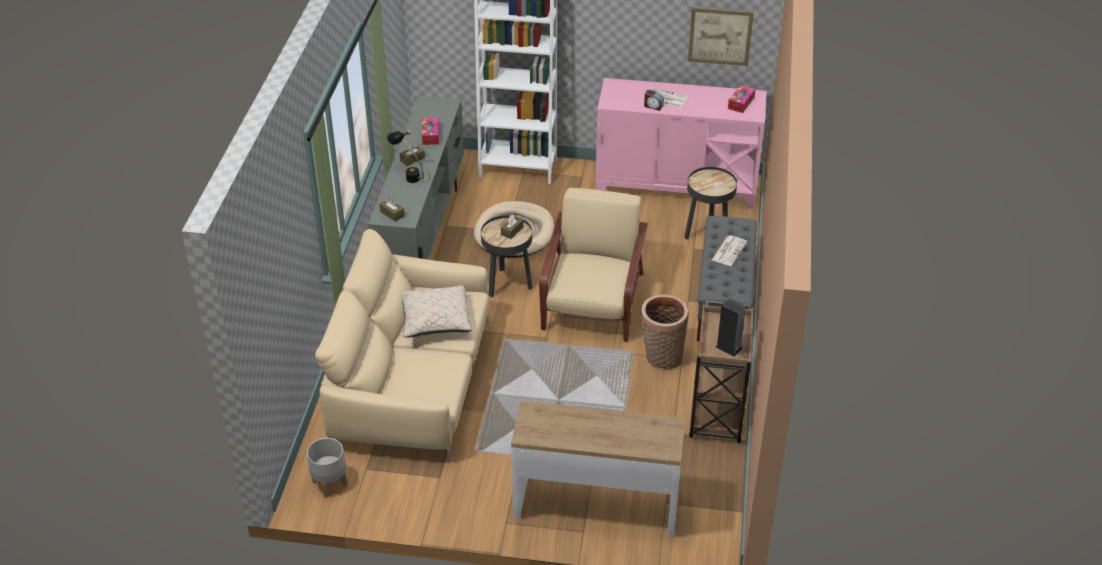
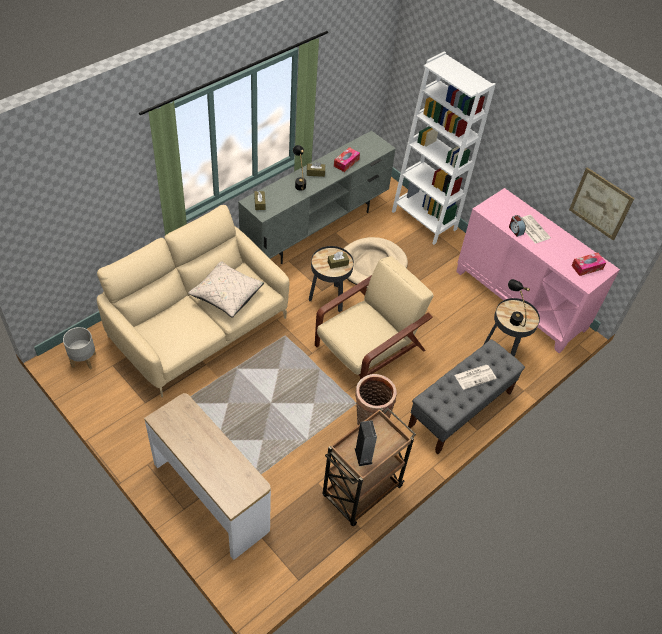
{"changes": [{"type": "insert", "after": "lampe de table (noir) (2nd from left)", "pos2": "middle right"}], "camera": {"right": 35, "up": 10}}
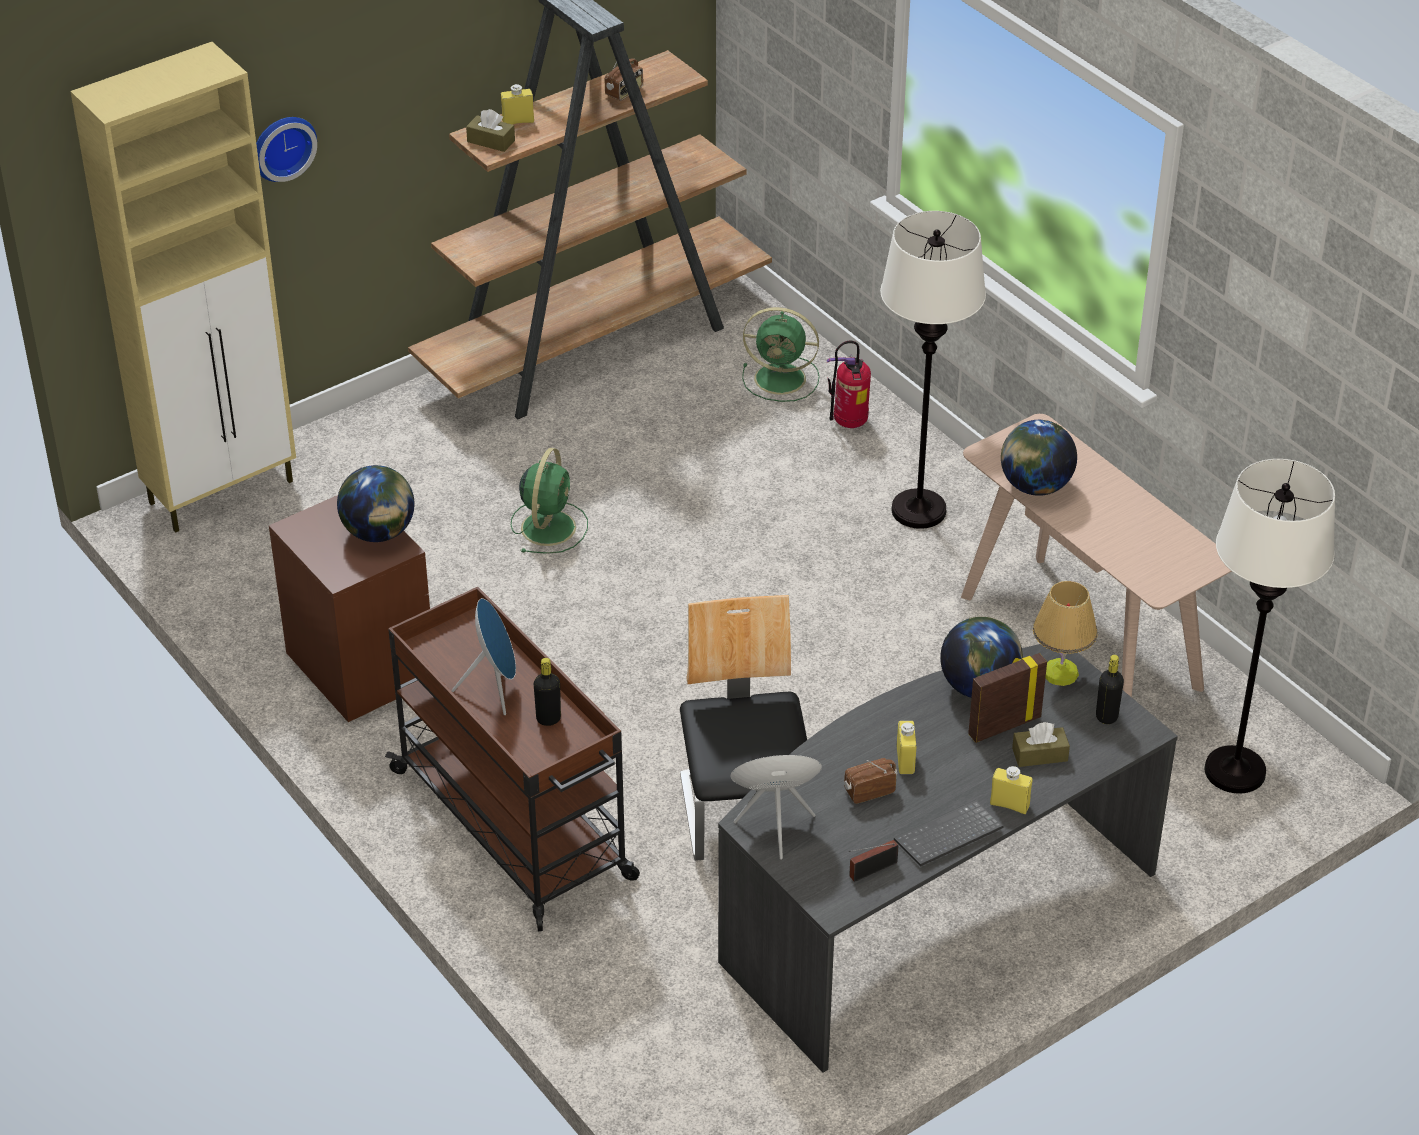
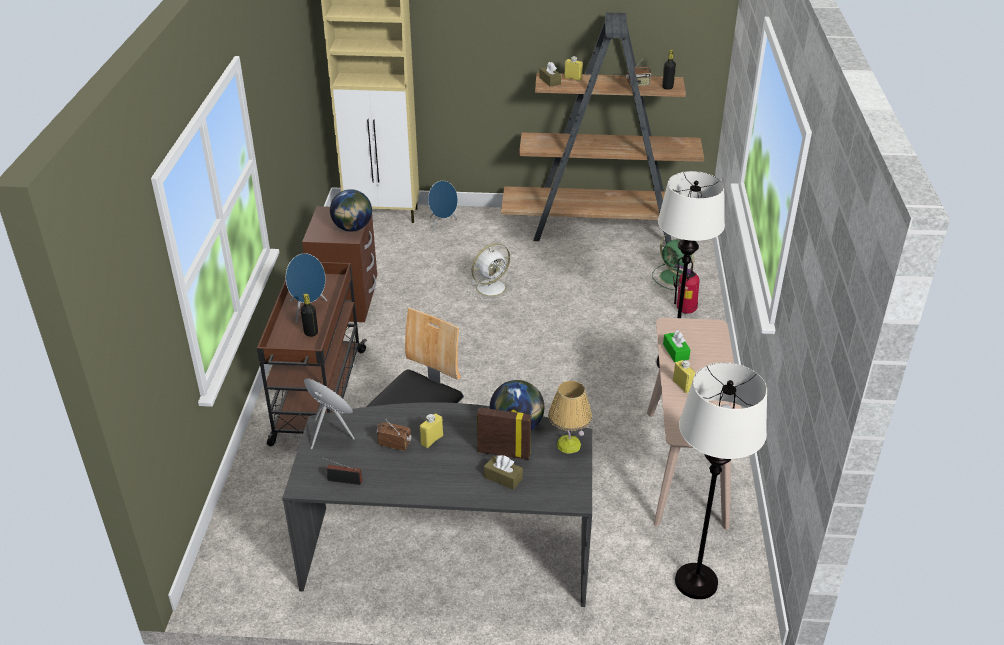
{"changes": [{"type": "delete", "before": "horloge murale", "pos1": "top left"}, {"type": "delete", "before": "clavier", "pos1": "bottom right"}, {"type": "insert", "after": "enceinte (bleu) (3rd from left)", "pos2": "top centre"}, {"type": "move", "before": "bouteille (jaune) (3rd from left)", "pos1": "bottom right", "pos2": "middle right"}, {"type": "move", "before": "bouteille (noir) (2nd from left)", "pos1": "middle right", "pos2": "top centre"}, {"type": "replace", "before": "globe (3rd from left)", "after": "boîte à mouchoirs (vert)", "pos1": "middle right", "pos2": "middle right"}, {"type": "recolor", "before": "ventilateur (vert) (1st from left)", "after": "ventilateur (blanc)", "pos1": "centre", "pos2": "centre"}], "camera": {"right": 40, "up": -5}}
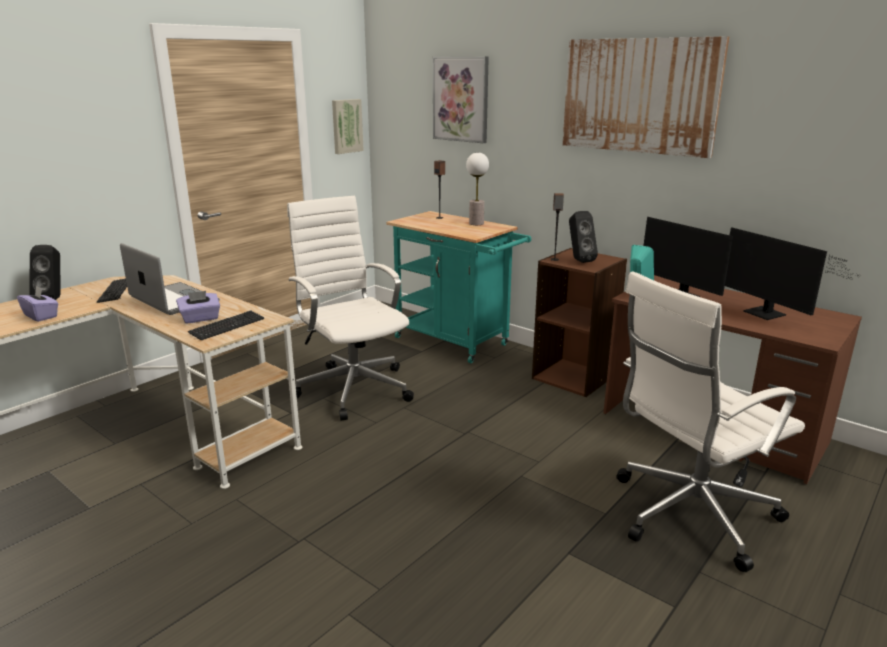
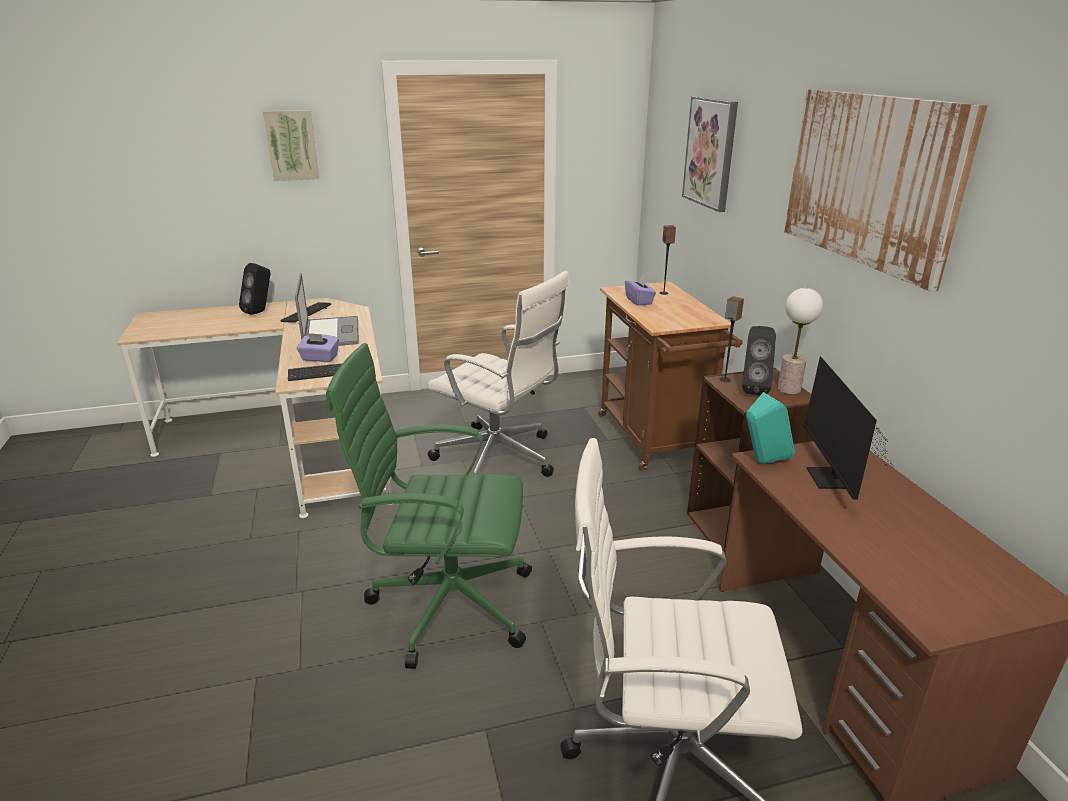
{"changes": [{"type": "delete", "before": "écran d'ordinateur (2nd from left)", "pos1": "middle right"}, {"type": "insert", "after": "chaise de bureau (vert)", "pos2": "centre"}, {"type": "move", "before": "boîte à mouchoirs (violet) (1st from left in the first image)", "after": "boîte à mouchoirs (violet) (2nd from left)", "pos1": "middle left", "pos2": "centre"}, {"type": "move", "before": "tableau (1st from left)", "pos1": "top centre", "pos2": "top left"}, {"type": "move", "before": "lampe de table", "pos1": "top centre", "pos2": "middle right"}, {"type": "recolor", "before": "chariot (turquoise)", "after": "chariot (marron)", "pos1": "centre", "pos2": "centre"}, {"type": "rotate", "before": "chaise de bureau (blanc) (1st from left)", "pos1": "centre", "pos2": "centre", "turn": 120}], "camera": {"right": 35, "up": 5}}
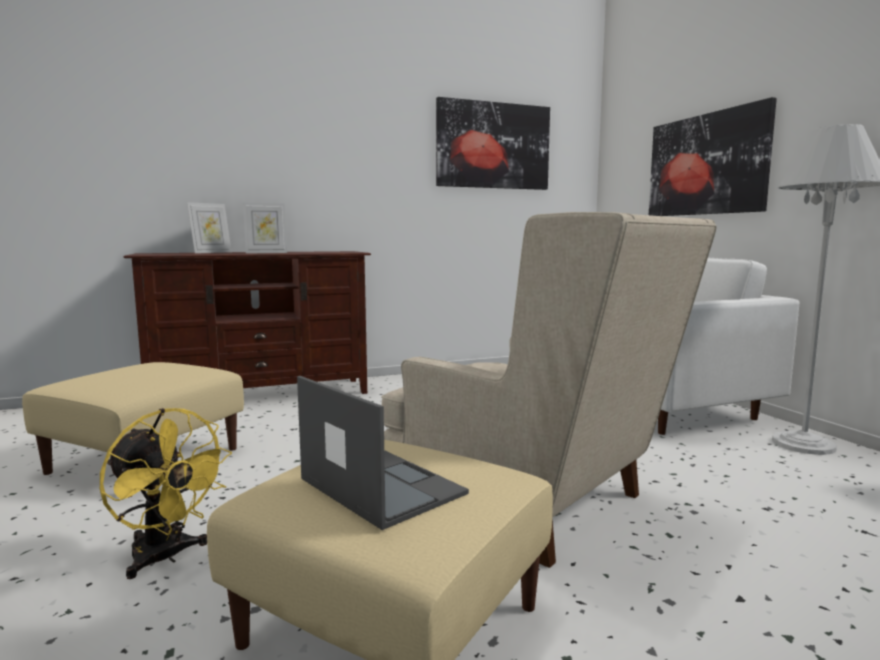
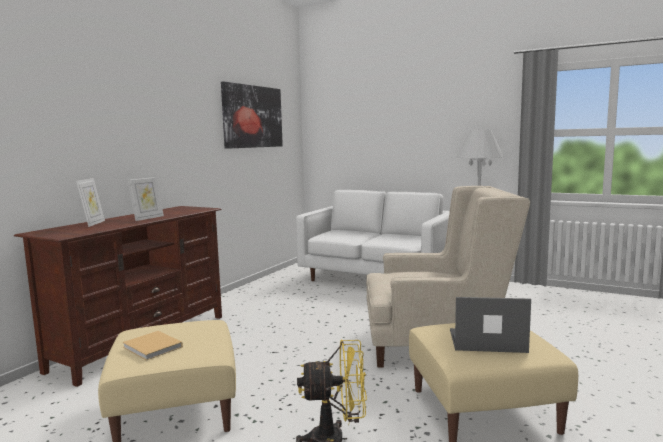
{"changes": [{"type": "delete", "before": "tableau (2nd from left)", "pos1": "top right"}, {"type": "insert", "after": "livre (beige)", "pos2": "bottom left"}], "camera": {"right": -40, "up": 0}}
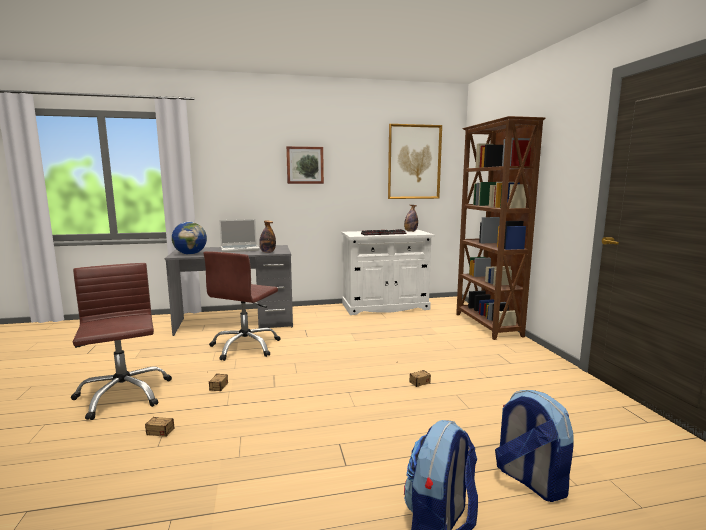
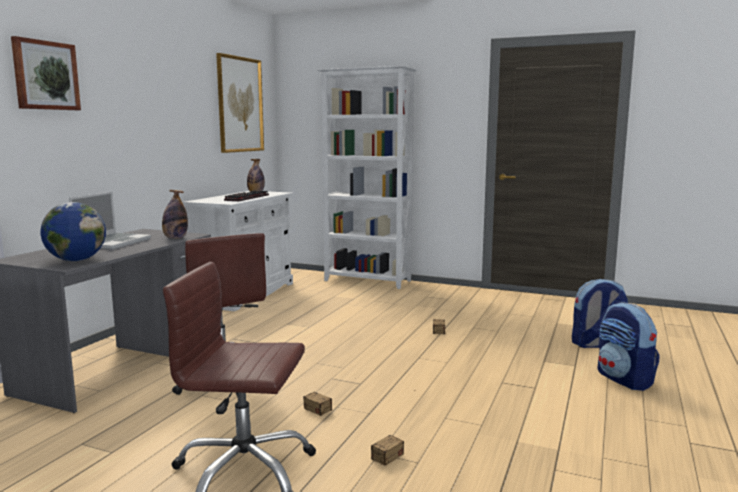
{"changes": [{"type": "move", "before": "tableau (1st from left)", "pos1": "top centre", "pos2": "top left"}, {"type": "recolor", "before": "bibliothèque (marron)", "after": "bibliothèque (blanc)", "pos1": "middle right", "pos2": "centre"}], "camera": {"right": -55, "up": 0}}
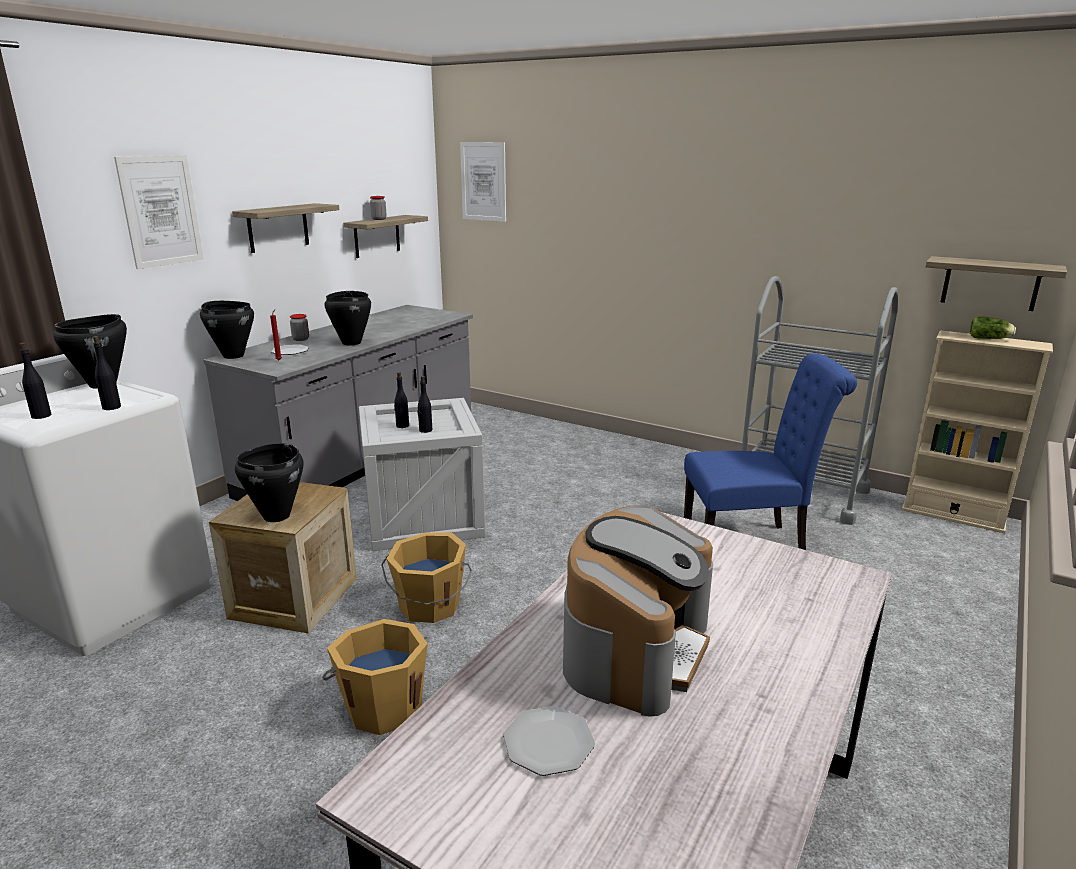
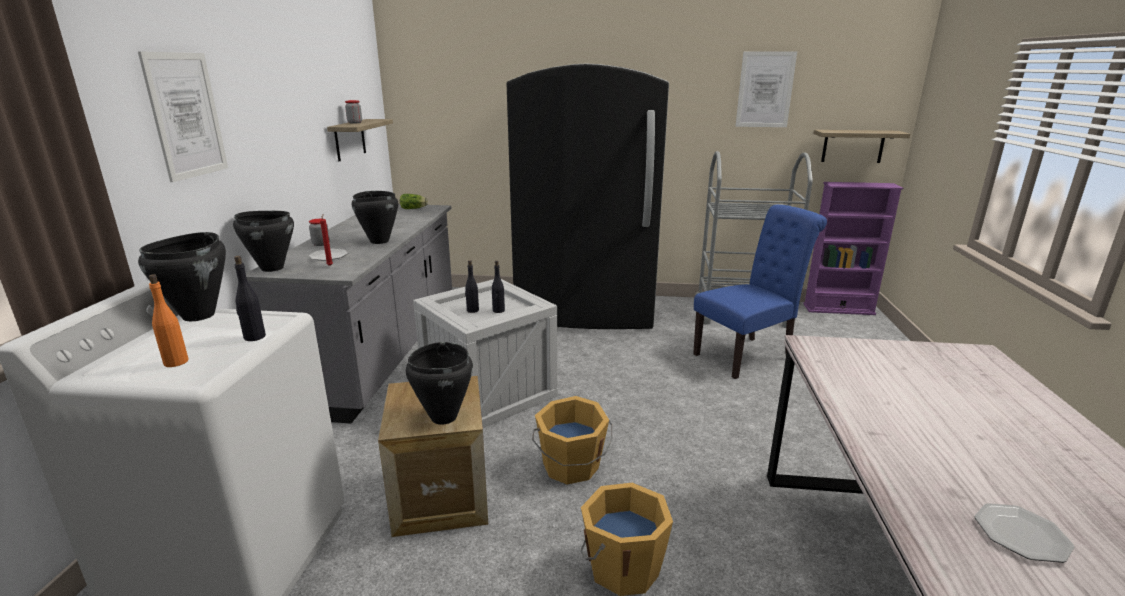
{"changes": [{"type": "delete", "before": "étagère (1st from left)", "pos1": "top left"}, {"type": "delete", "before": "machine à café", "pos1": "bottom centre"}, {"type": "insert", "after": "réfrigérateur (noir)", "pos2": "top centre"}, {"type": "move", "before": "tableau (2nd from left)", "pos1": "top centre", "pos2": "top right"}, {"type": "move", "before": "laitue", "pos1": "middle right", "pos2": "centre"}, {"type": "recolor", "before": "bouteille (noir) (1st from left)", "after": "bouteille (orange)", "pos1": "middle left", "pos2": "middle left"}, {"type": "recolor", "before": "bibliothèque (beige)", "after": "bibliothèque (violet)", "pos1": "middle right", "pos2": "middle right"}], "camera": {"right": -25, "up": 0}}
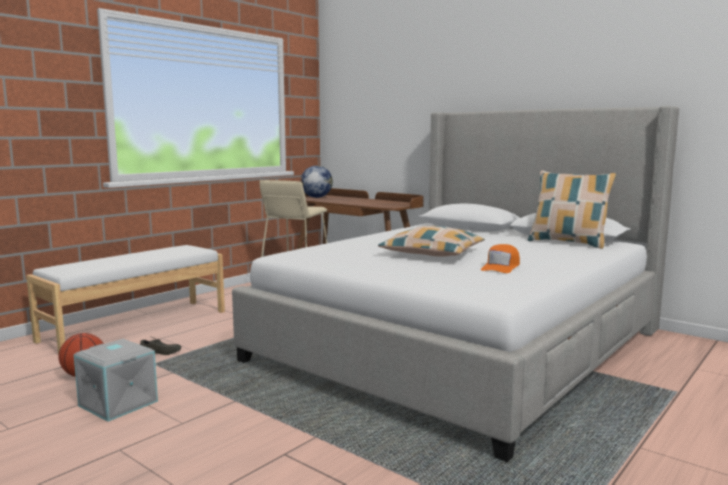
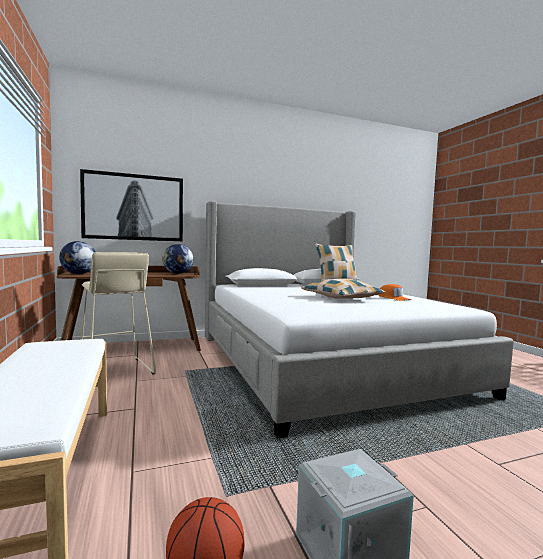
{"changes": [{"type": "delete", "before": "chaussure (gris)", "pos1": "bottom left"}, {"type": "insert", "after": "tableau", "pos2": "middle left"}, {"type": "insert", "after": "globe (2nd from left)", "pos2": "middle left"}], "camera": {"right": -60, "up": -5}}
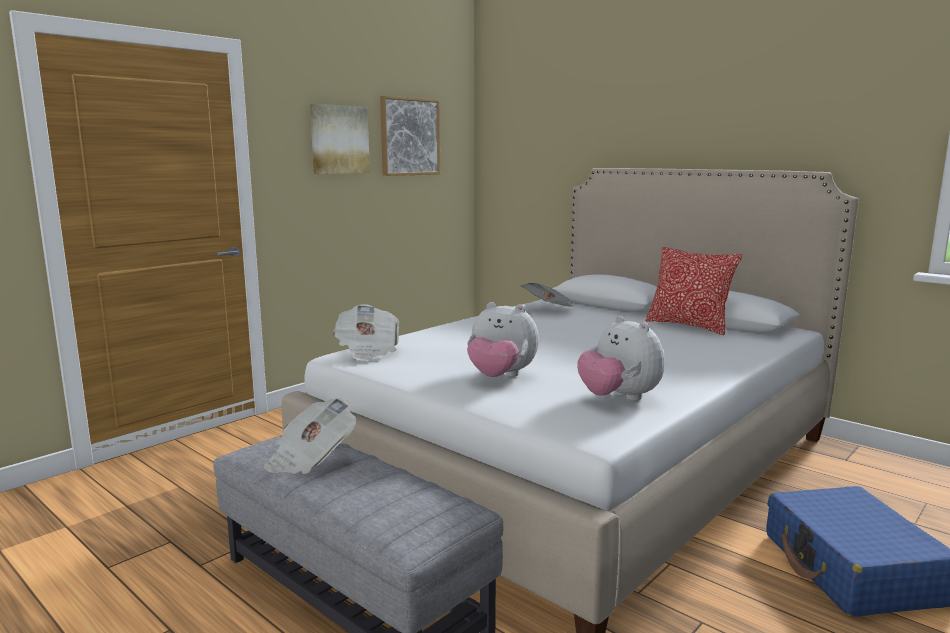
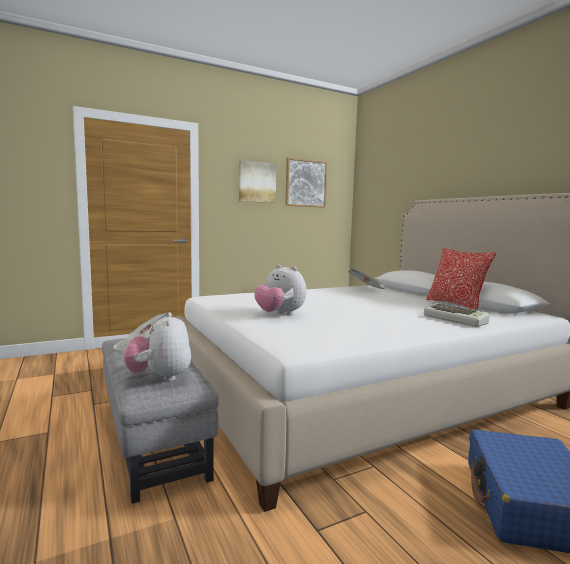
{"changes": [{"type": "delete", "before": "journal (2nd from left)", "pos1": "centre"}, {"type": "insert", "after": "clavier", "pos2": "middle right"}, {"type": "move", "before": "peluche (2nd from left in the first image)", "after": "peluche (1st from left)", "pos1": "centre", "pos2": "middle left"}], "camera": {"right": 20, "up": -5}}
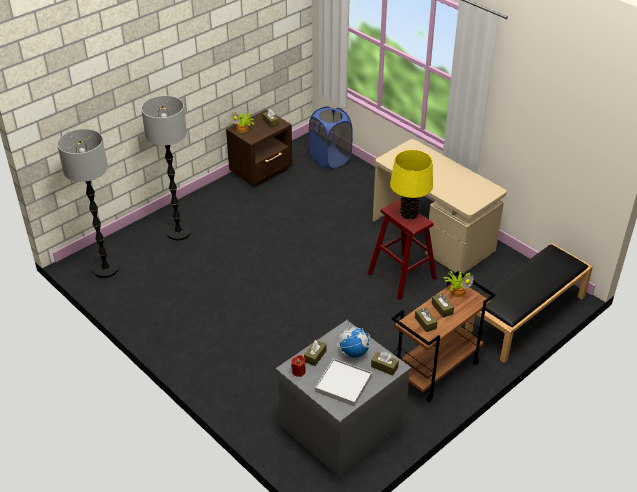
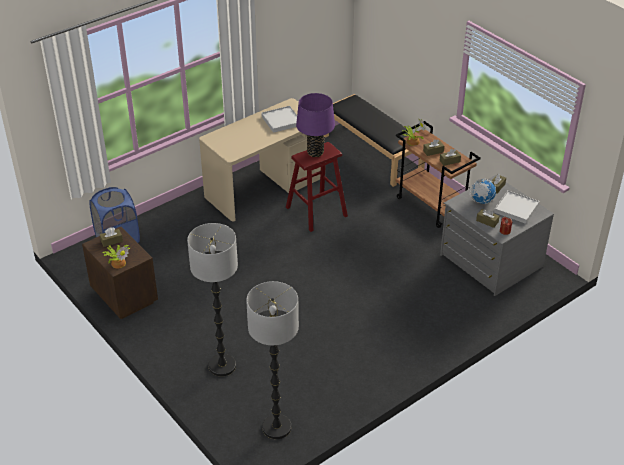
{"changes": [{"type": "insert", "after": "plateau (blanc) (1st from left)", "pos2": "top centre"}, {"type": "recolor", "before": "lampe de table (jaune)", "after": "lampe de table (violet)", "pos1": "centre", "pos2": "top centre"}], "camera": {"right": -85, "up": 0}}
